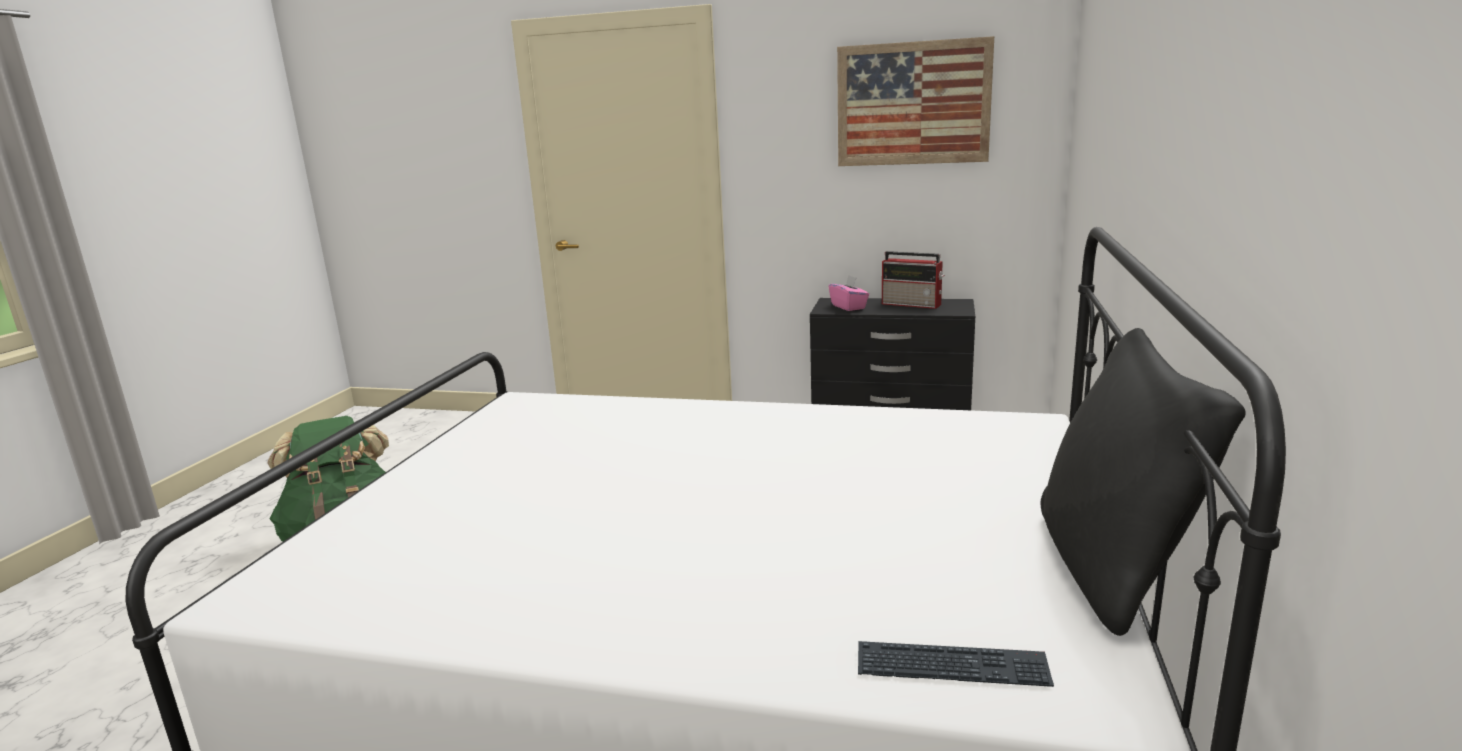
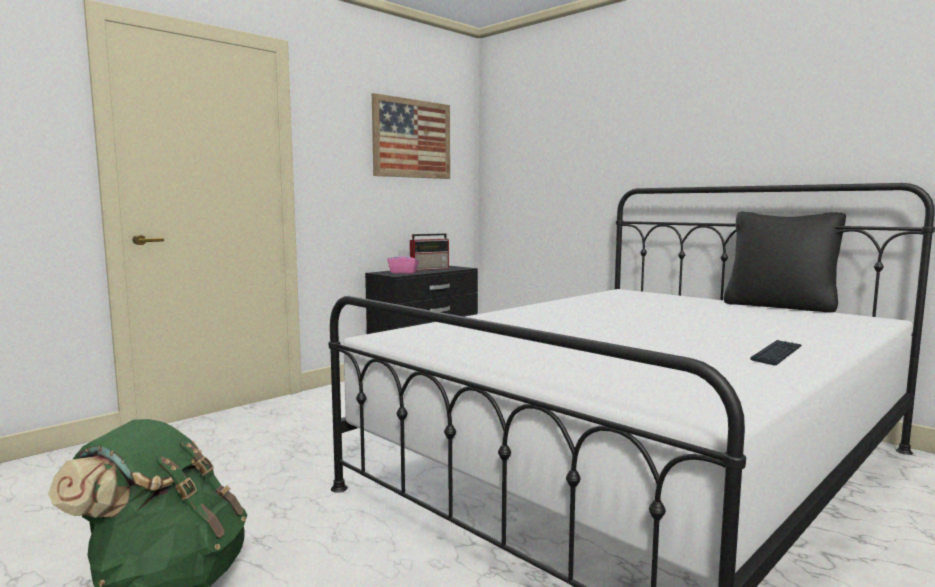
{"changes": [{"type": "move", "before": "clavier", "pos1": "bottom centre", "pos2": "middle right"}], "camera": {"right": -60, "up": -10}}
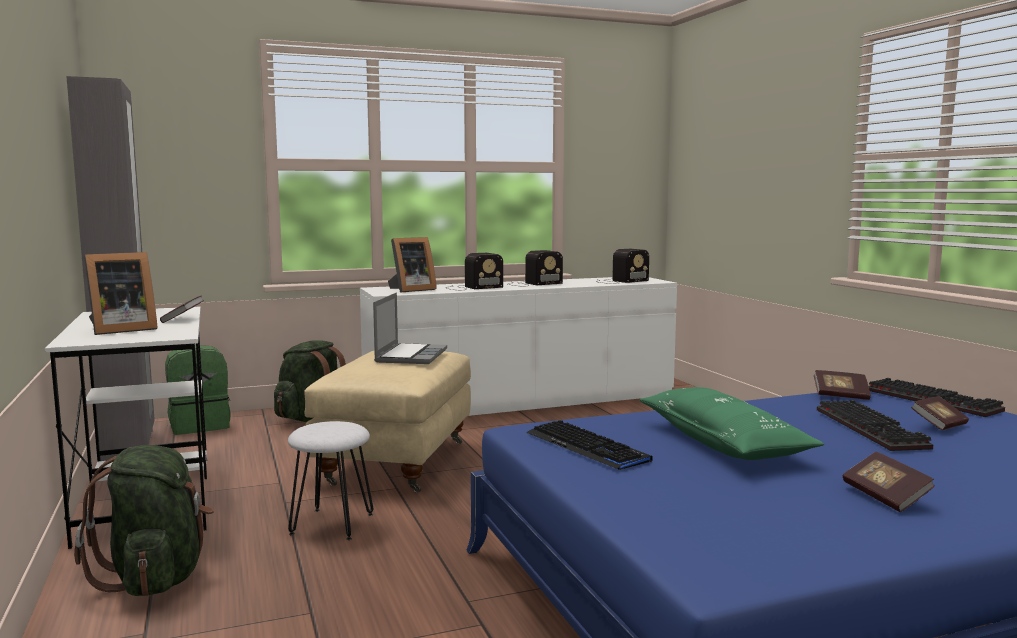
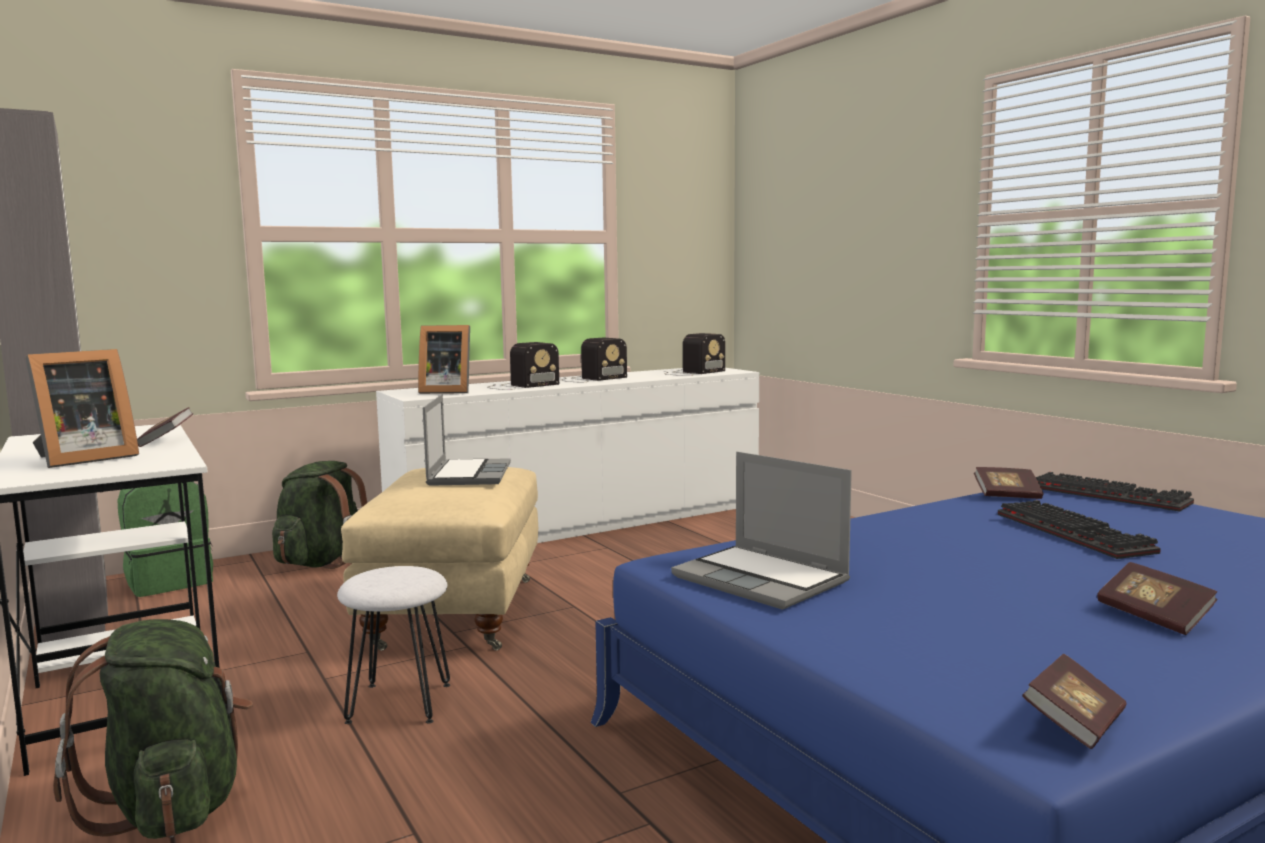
{"changes": [{"type": "delete", "before": "coussin (vert)", "pos1": "middle right"}, {"type": "move", "before": "livre (4th from left in the first image)", "after": "livre (3rd from left)", "pos1": "middle right", "pos2": "bottom right"}, {"type": "replace", "before": "clavier (1st from left)", "after": "ordinateur portable (2nd from left)", "pos1": "bottom centre", "pos2": "centre"}, {"type": "rotate", "before": "cadre photo (2nd from left)", "pos1": "centre", "pos2": "centre", "turn": 45}], "camera": {"right": -10, "up": 0}}
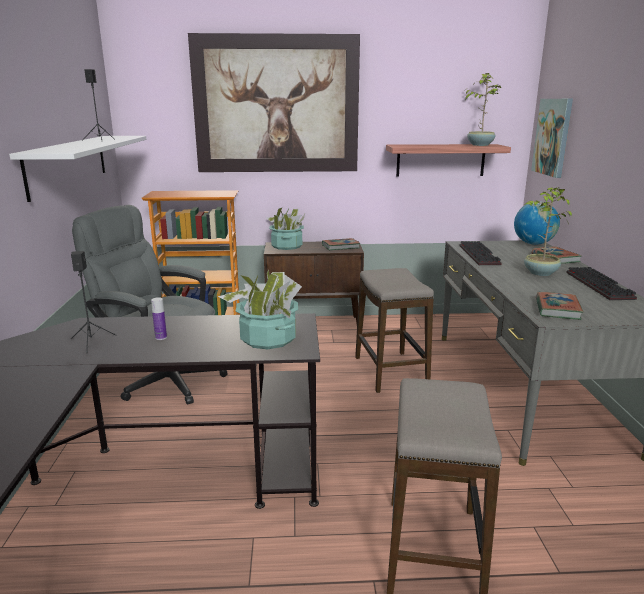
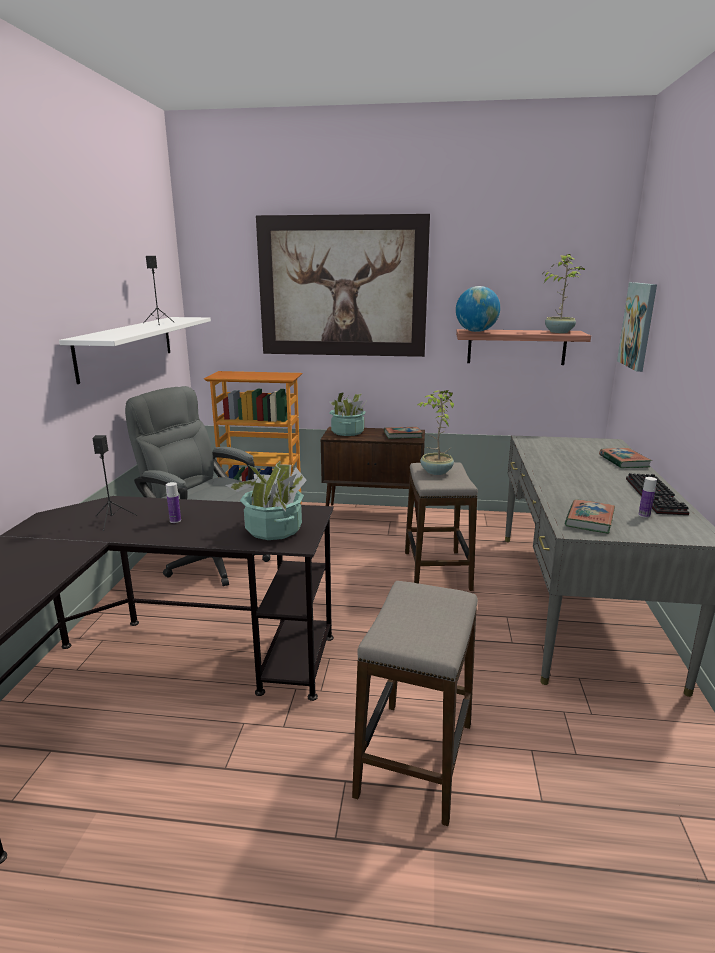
{"changes": [{"type": "delete", "before": "clavier (1st from left)", "pos1": "middle right"}, {"type": "insert", "after": "bouteille (2nd from left)", "pos2": "middle right"}, {"type": "move", "before": "globe", "pos1": "middle right", "pos2": "top right"}, {"type": "move", "before": "plante en pot (4th from left in the first image)", "after": "plante en pot (3rd from left)", "pos1": "middle right", "pos2": "centre"}], "camera": {"right": 10, "up": 0}}
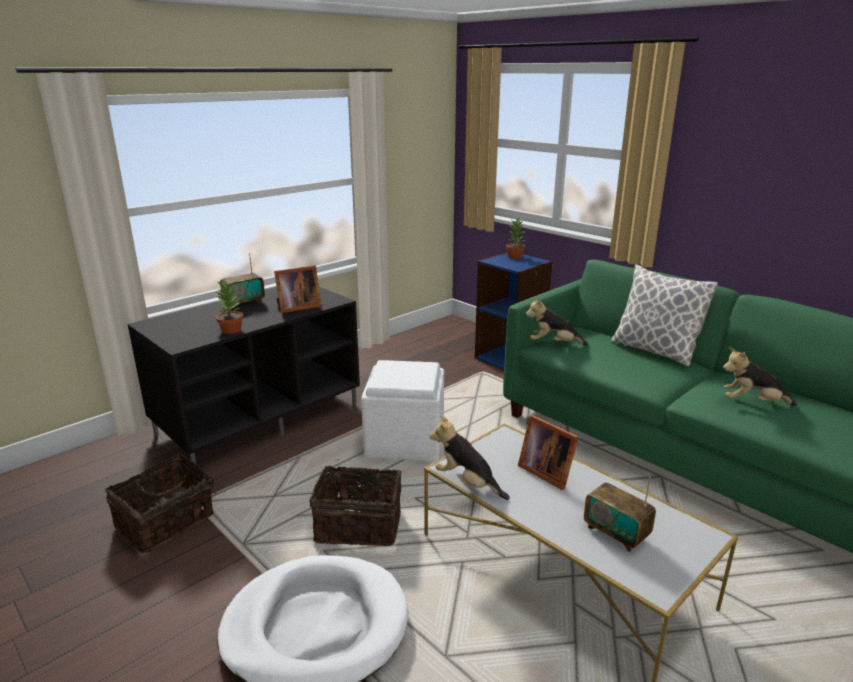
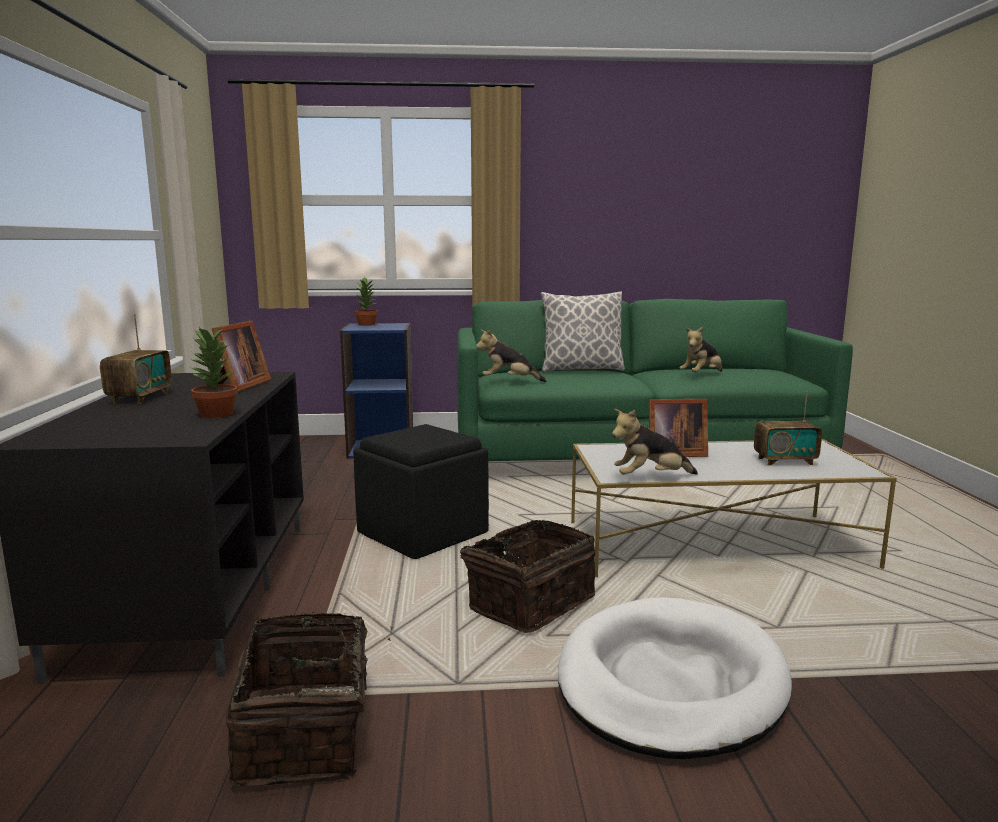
{"changes": [{"type": "recolor", "before": "pouf (blanc)", "after": "pouf (noir)", "pos1": "centre", "pos2": "centre"}, {"type": "rotate", "before": "peluche (2nd from left in the first image)", "pos1": "centre", "pos2": "centre", "turn": 45}], "camera": {"right": -50, "up": -10}}
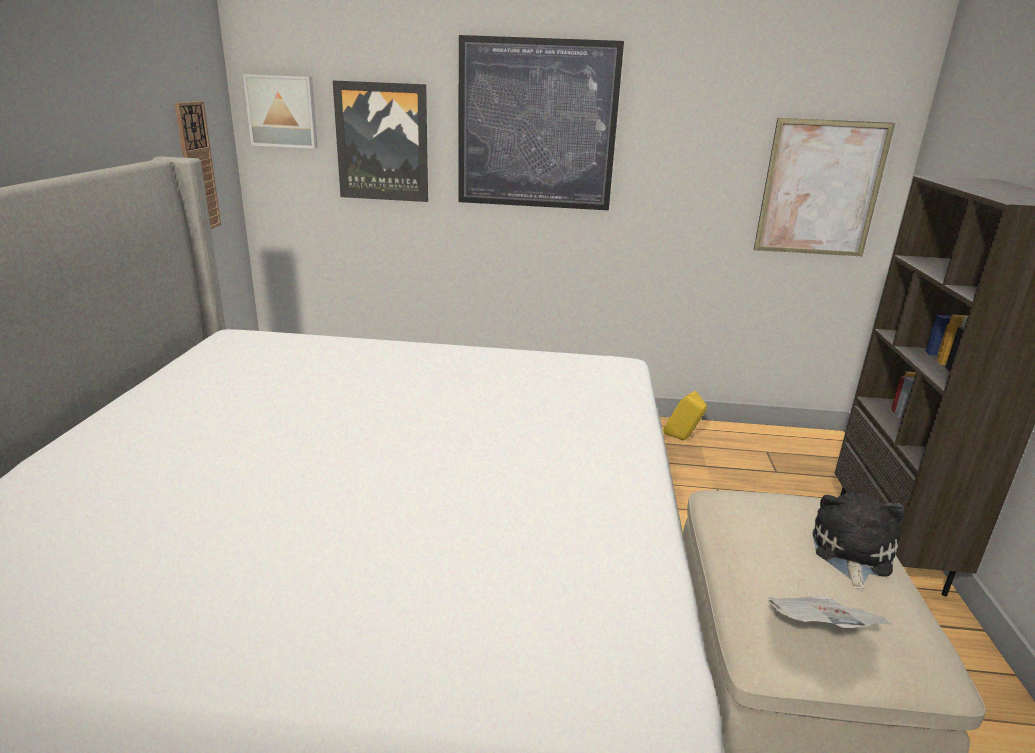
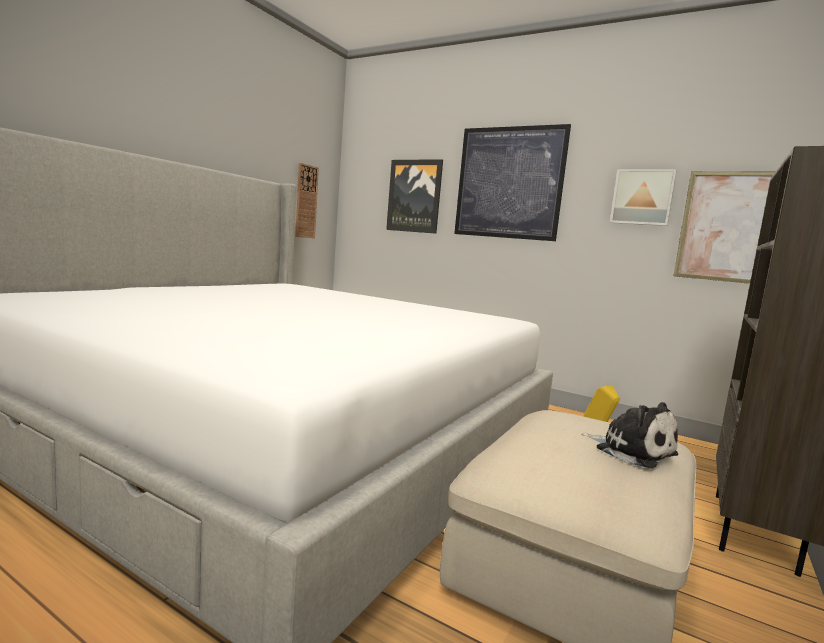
{"changes": [{"type": "delete", "before": "journal", "pos1": "bottom right"}, {"type": "move", "before": "tableau (1st from left in the first image)", "after": "tableau (3rd from left)", "pos1": "top left", "pos2": "top right"}, {"type": "rotate", "before": "peluche", "pos1": "bottom right", "pos2": "bottom right", "turn": 90}], "camera": {"right": 25, "up": -15}}
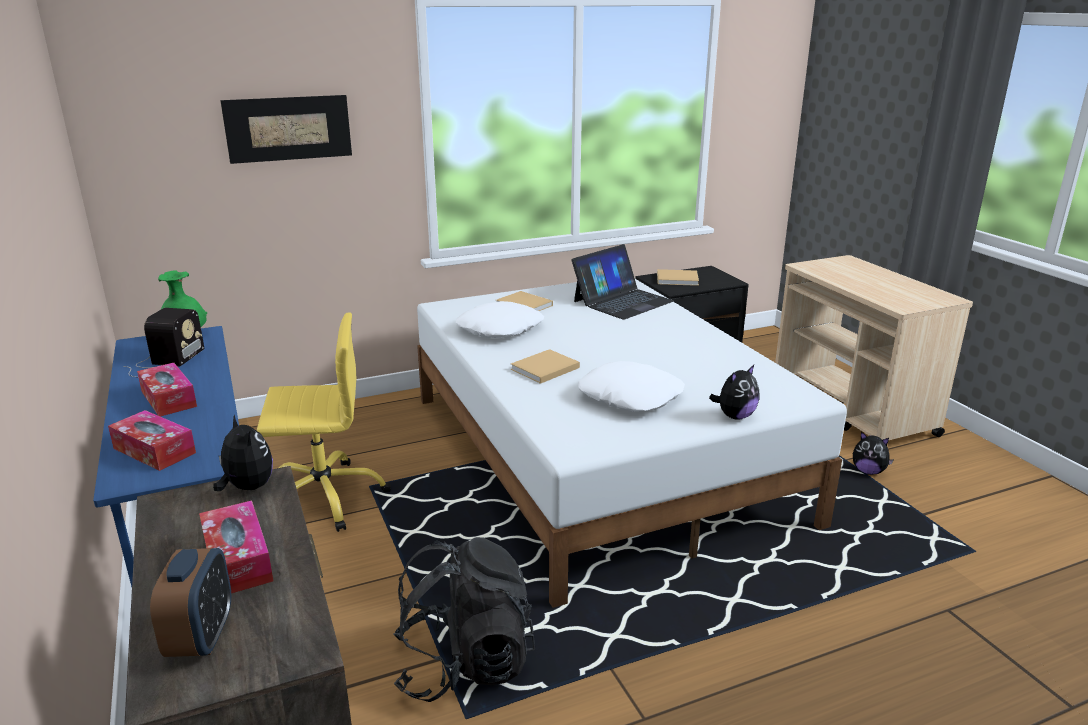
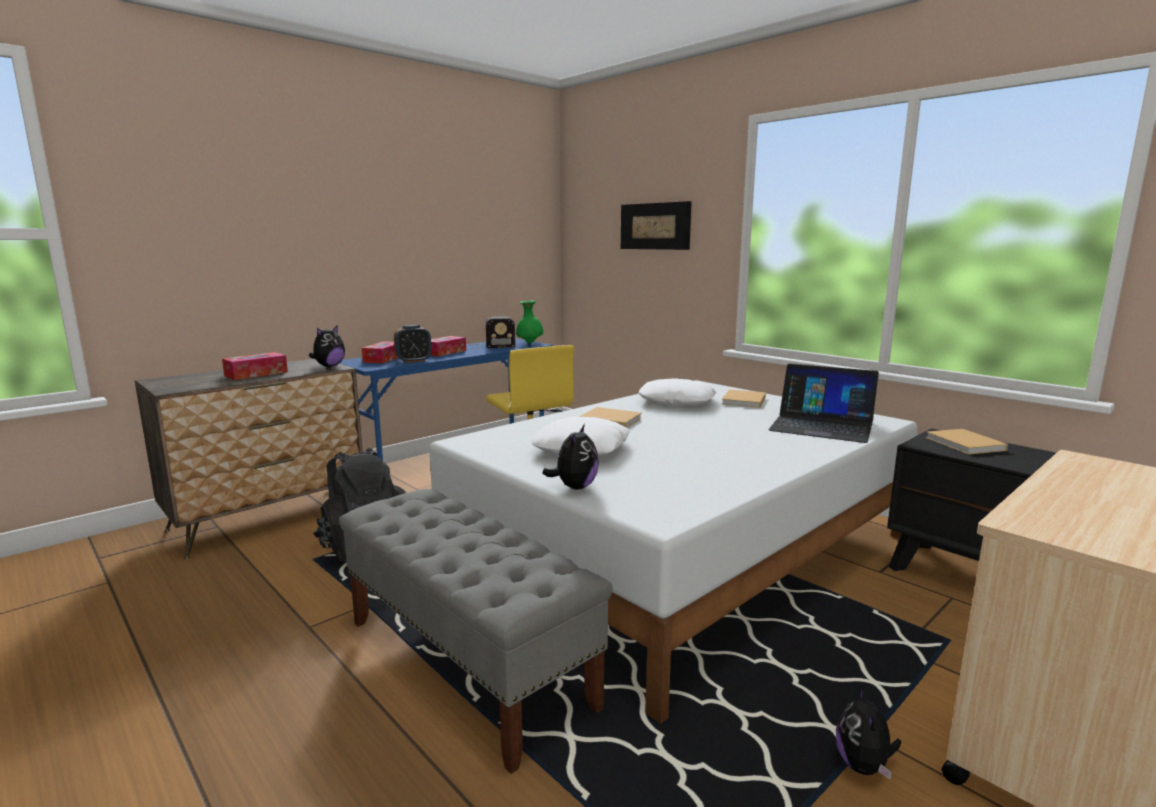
{"changes": [{"type": "insert", "after": "banc (gris)", "pos2": "bottom centre"}, {"type": "move", "before": "réveil", "pos1": "bottom left", "pos2": "centre"}, {"type": "rotate", "before": "peluche (2nd from left)", "pos1": "middle right", "pos2": "centre", "turn": -105}], "camera": {"right": 70, "up": -10}}
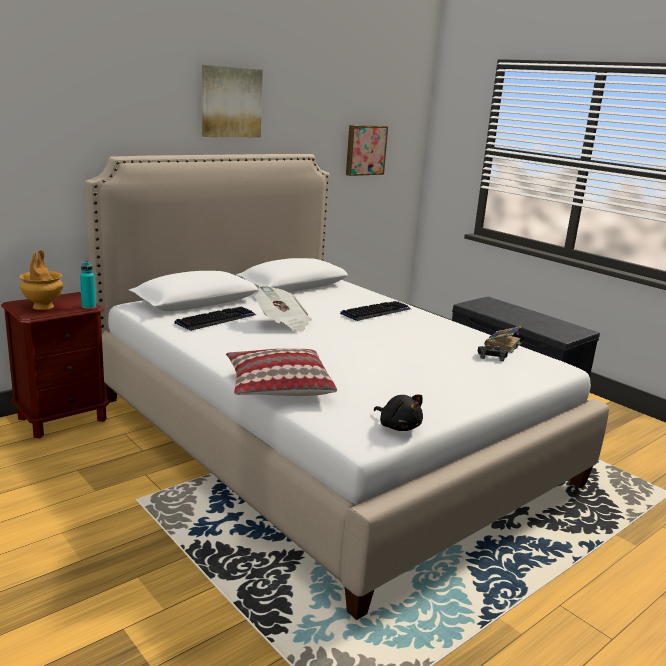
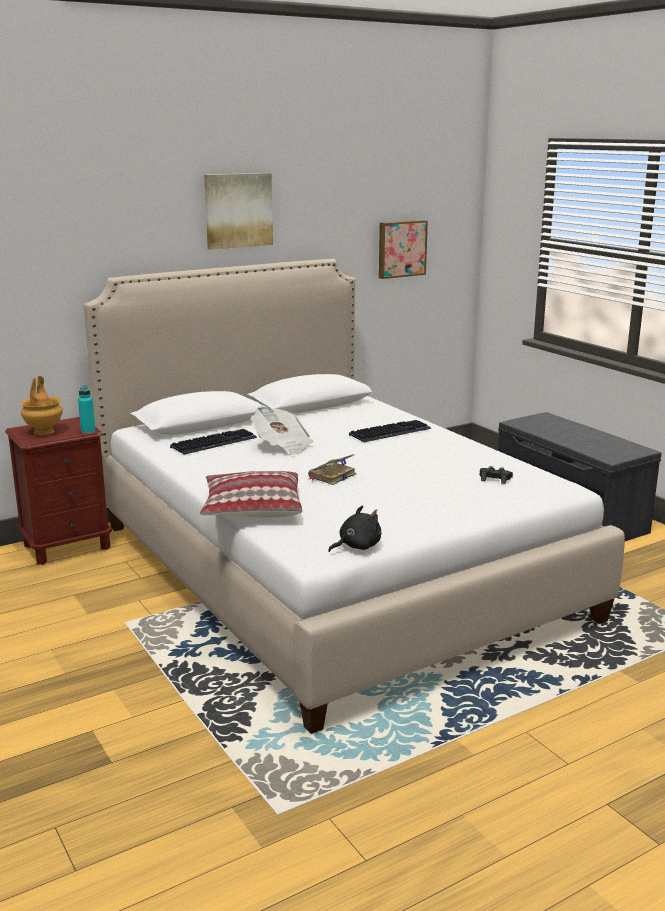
{"changes": [{"type": "move", "before": "livre", "pos1": "middle right", "pos2": "centre"}, {"type": "rotate", "before": "peluche (noir)", "pos1": "centre", "pos2": "centre", "turn": -90}], "camera": {"right": 10, "up": 0}}
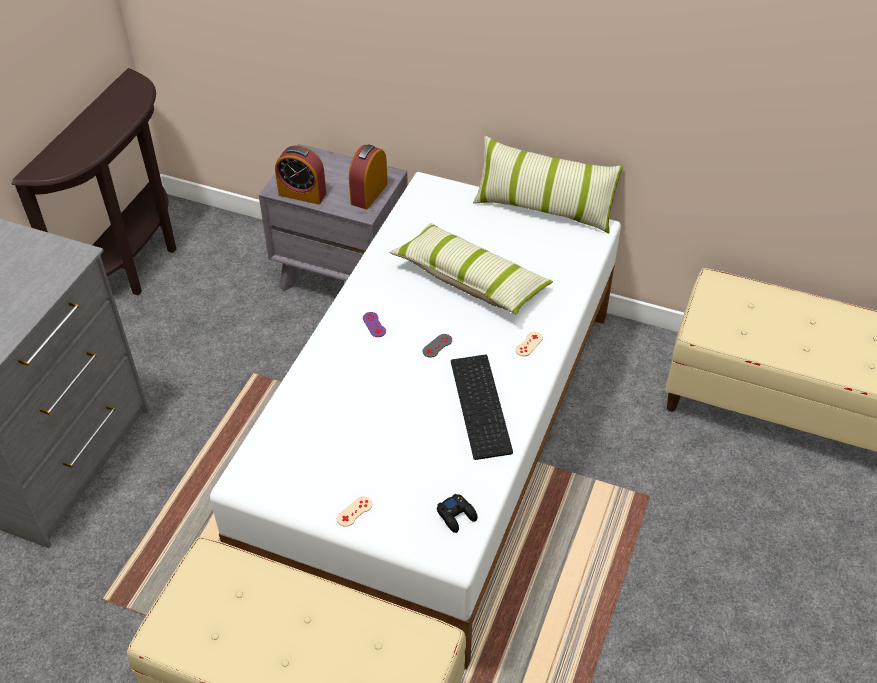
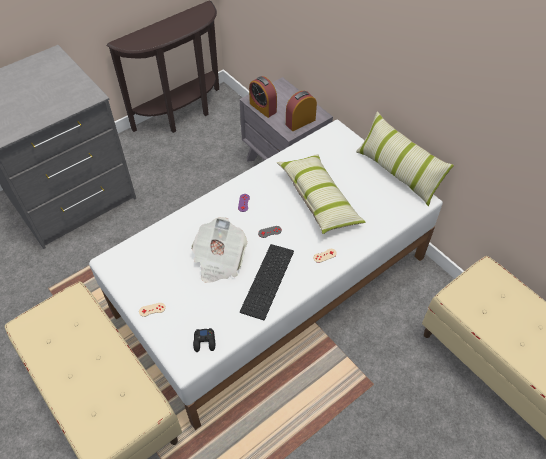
{"changes": [{"type": "insert", "after": "journal", "pos2": "centre"}], "camera": {"right": 30, "up": 5}}
